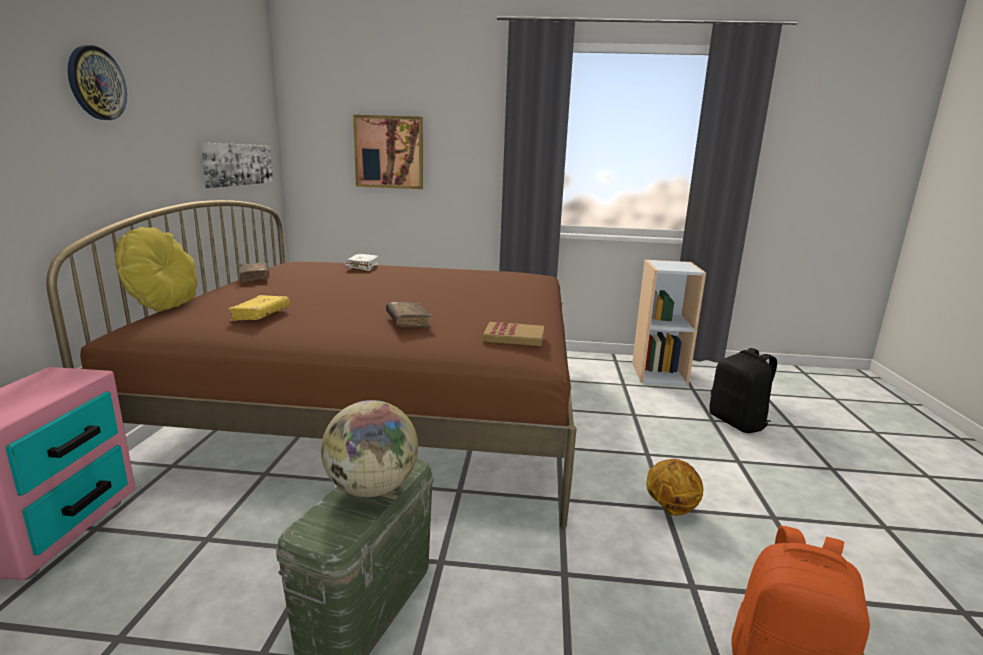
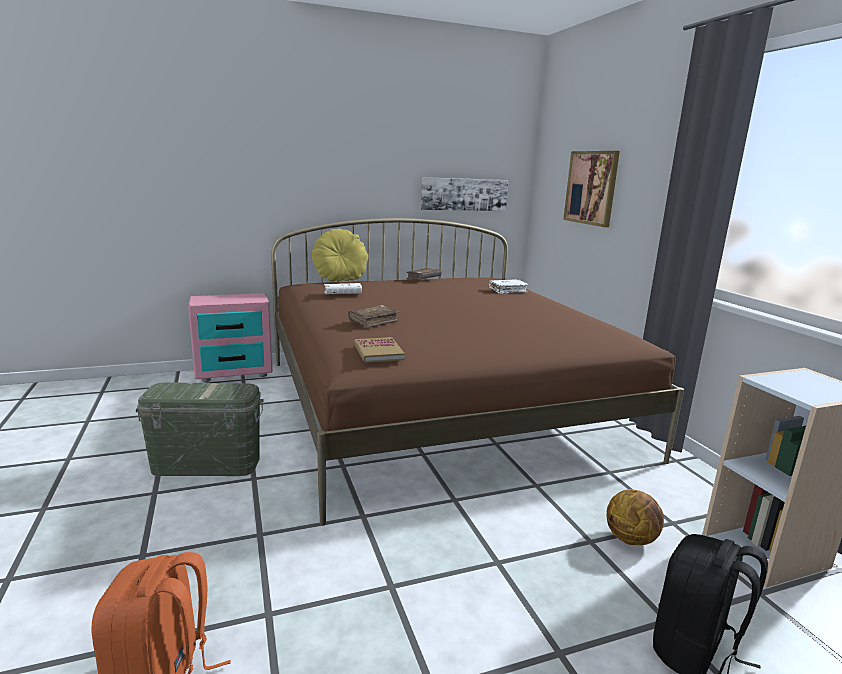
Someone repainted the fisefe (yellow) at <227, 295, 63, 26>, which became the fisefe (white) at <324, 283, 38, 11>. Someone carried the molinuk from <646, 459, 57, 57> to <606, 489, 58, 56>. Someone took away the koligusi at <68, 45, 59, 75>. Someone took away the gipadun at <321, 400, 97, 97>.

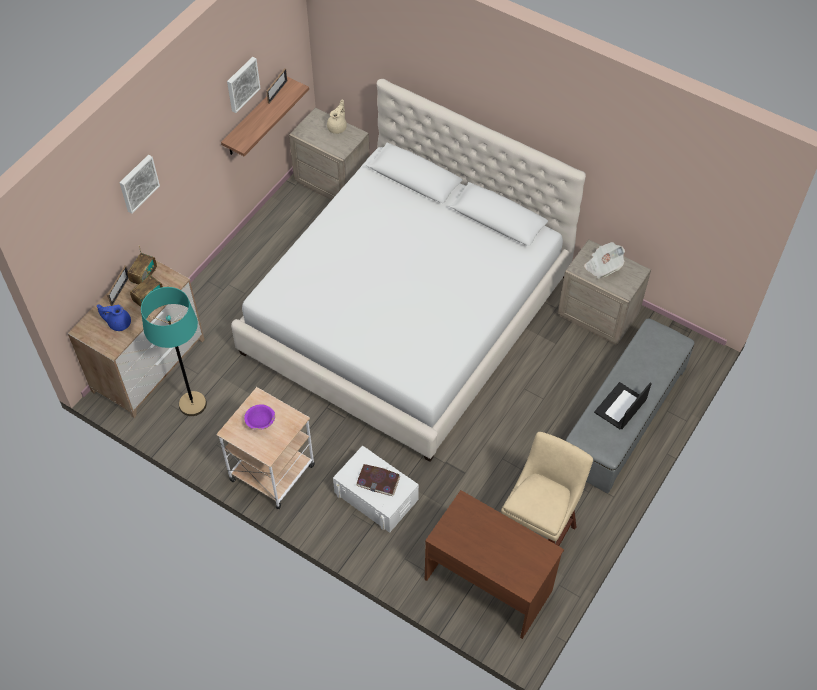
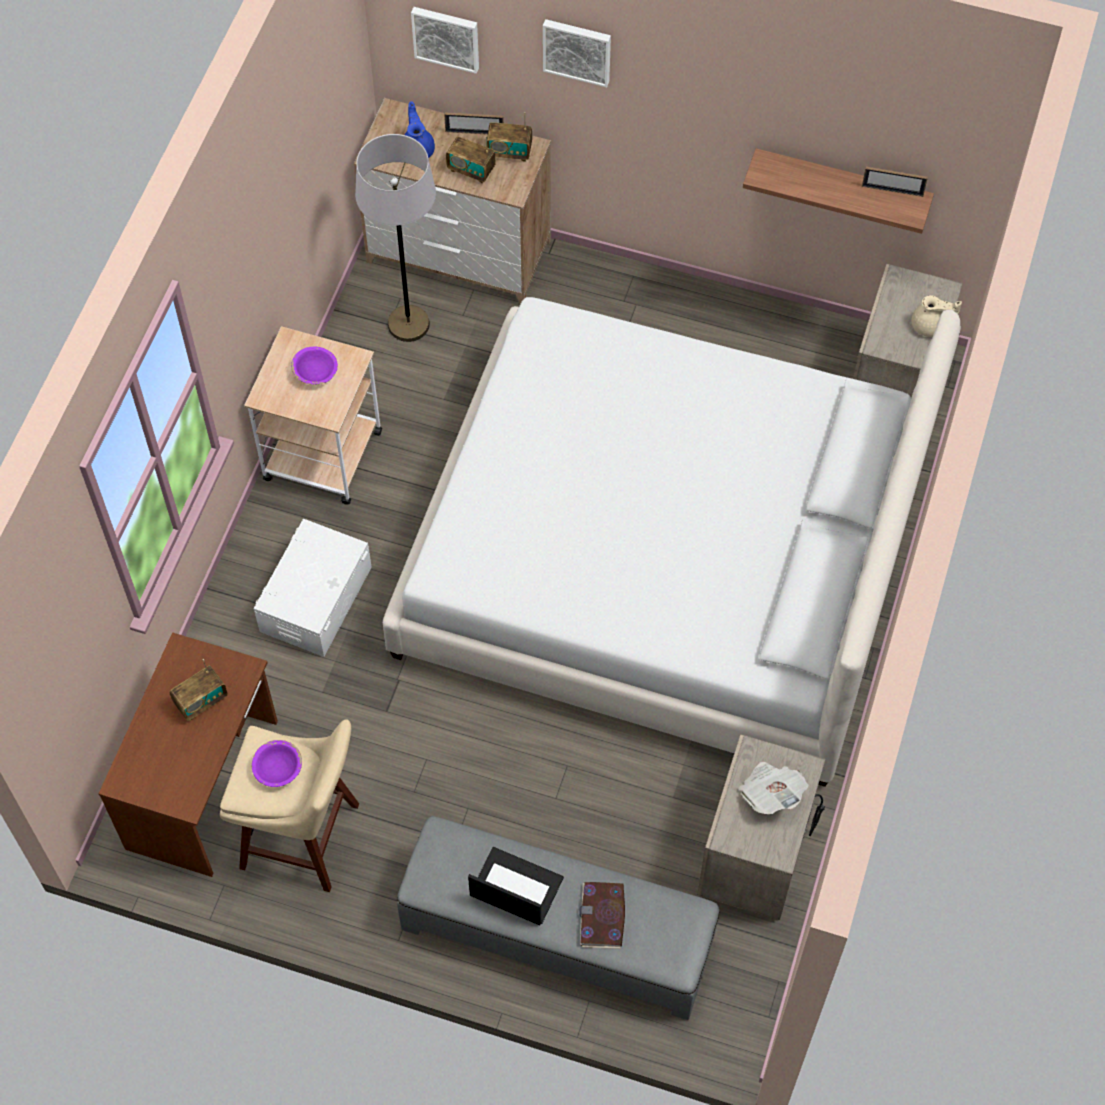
Someone put down the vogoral at <169, 659, 59, 62>. Someone put down the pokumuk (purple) at <252, 740, 50, 47>. Someone repainted the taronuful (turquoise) at <141, 287, 66, 129>, which became the taronuful (grey) at <355, 134, 81, 208>. Someone carried the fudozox from <227, 57, 34, 56> to <411, 7, 68, 67>. Someone carried the fisefe from <356, 464, 44, 32> to <579, 882, 46, 67>.

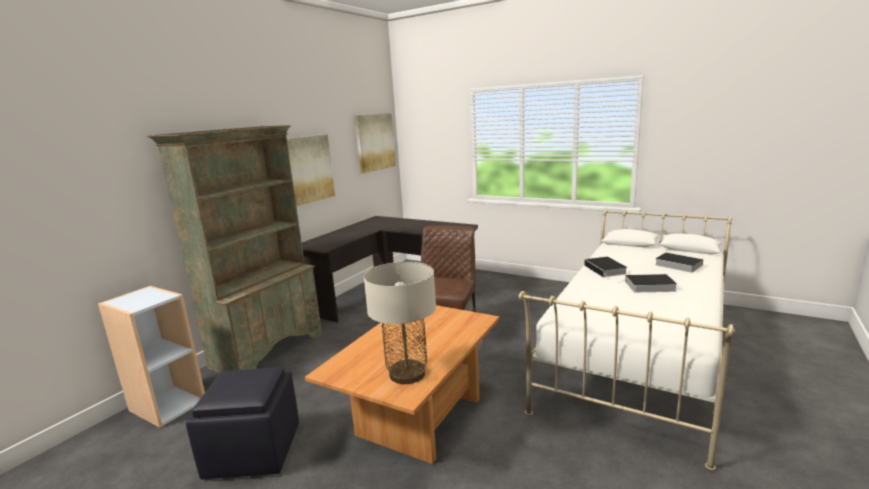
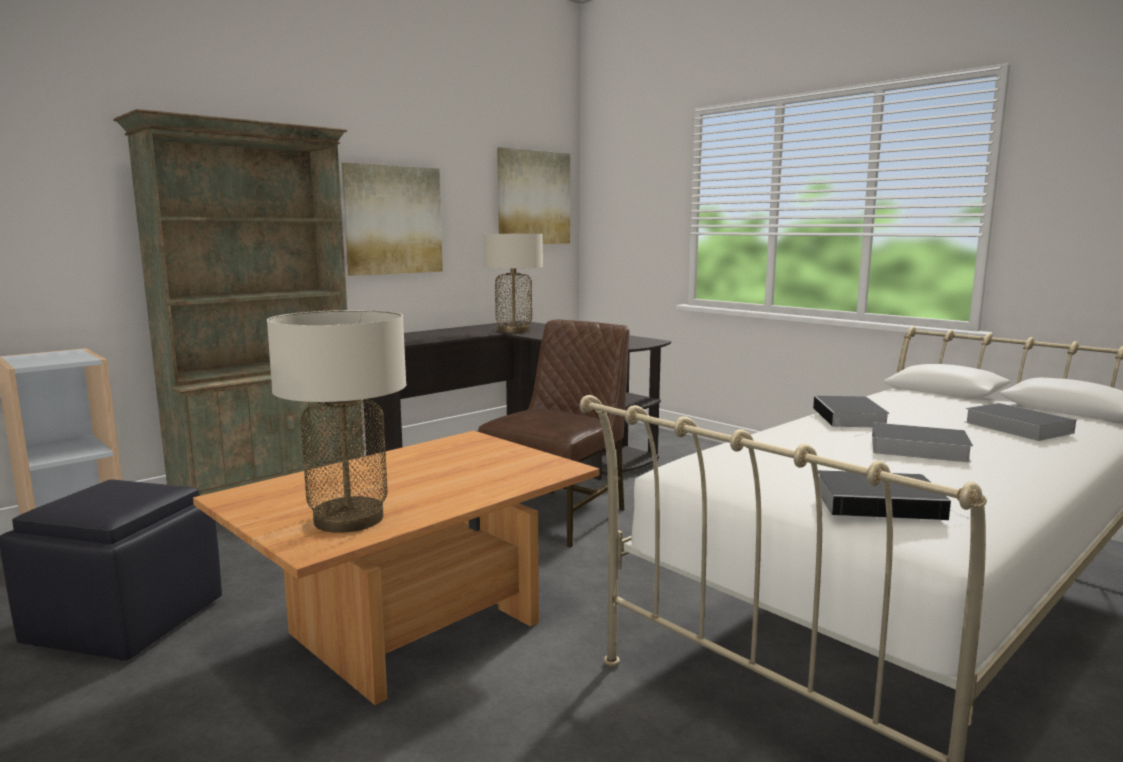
Someone put down the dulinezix at <483, 234, 60, 99>. Someone put down the fisefe at <818, 470, 151, 50>.

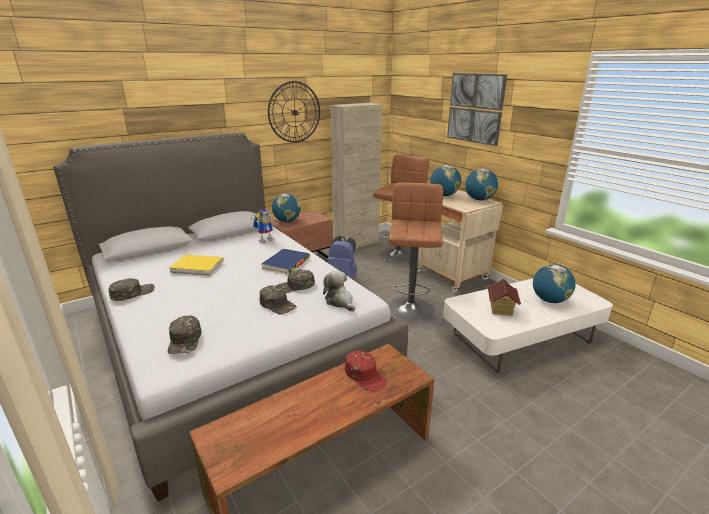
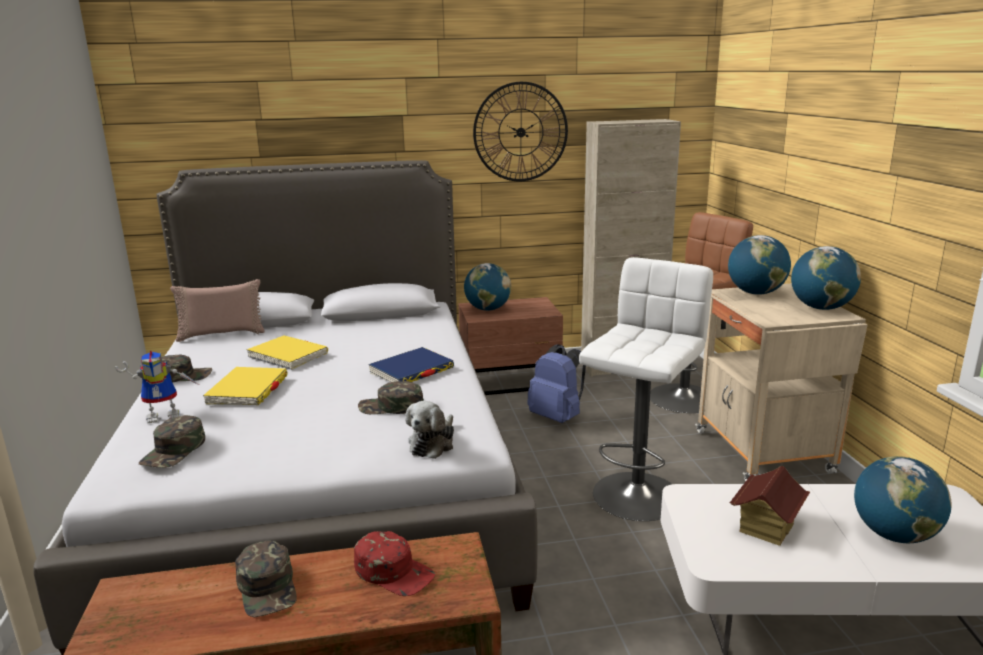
Someone carried the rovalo from <250, 209, 29, 34> to <115, 351, 86, 72>. Someone put down the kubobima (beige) at <170, 279, 95, 63>. Someone put down the fisefe (yellow) at <203, 367, 85, 38>. Someone carried the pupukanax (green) from <259, 285, 38, 30> to <235, 541, 62, 76>. Someone rotated the pupukanax (red) at <345, 350, 42, 41> by 45 degrees counterclockwise. Someone rotated the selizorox at <323, 271, 32, 41> by 150 degrees counterclockwise. Someone repainted the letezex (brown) at <388, 183, 55, 139>, which became the letezex (white) at <579, 257, 134, 264>. Someone took away the fudozox at <447, 73, 60, 73>.

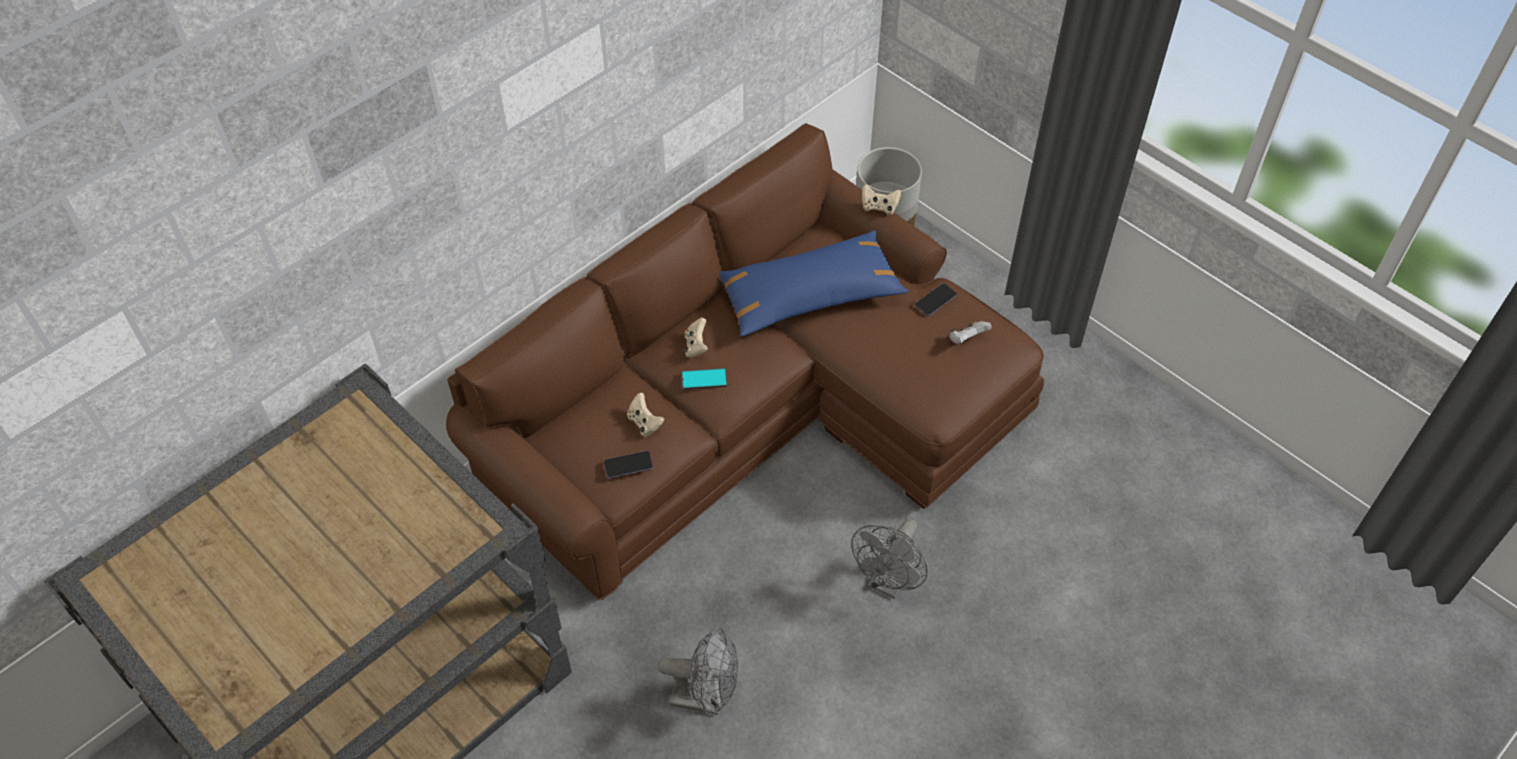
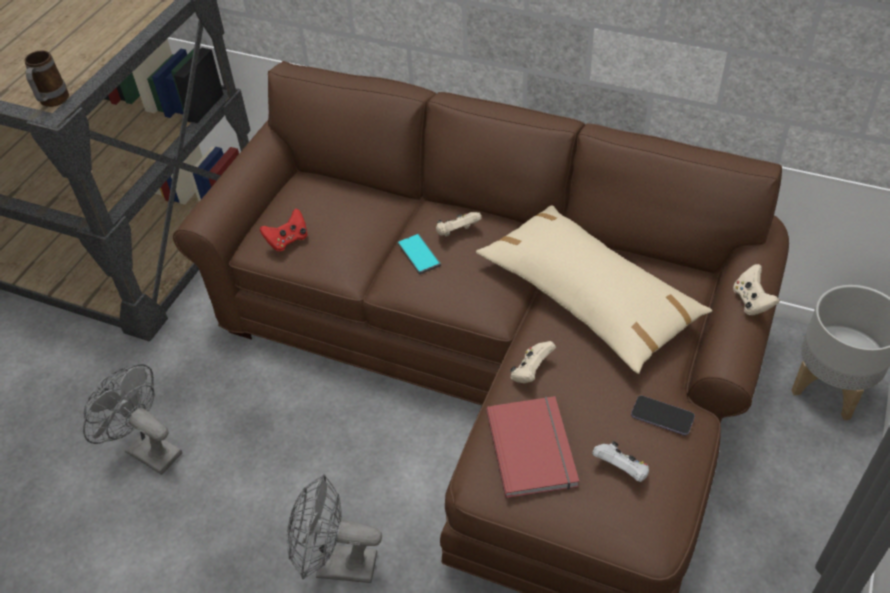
Someone put down the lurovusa at <24, 50, 45, 57>. Someone rotated the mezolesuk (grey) at <658, 627, 80, 90> by 135 degrees clockwise. Someone swapped the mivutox at <604, 451, 49, 28> for the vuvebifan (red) at <260, 208, 48, 43>. Someone repainted the kubobima (blue) at <720, 230, 189, 107>, which became the kubobima (beige) at <476, 206, 236, 168>. Someone put down the fisefe (red) at <486, 396, 93, 103>. Someone carried the vuvebifan (beige) from <627, 393, 37, 43> to <510, 341, 46, 42>.

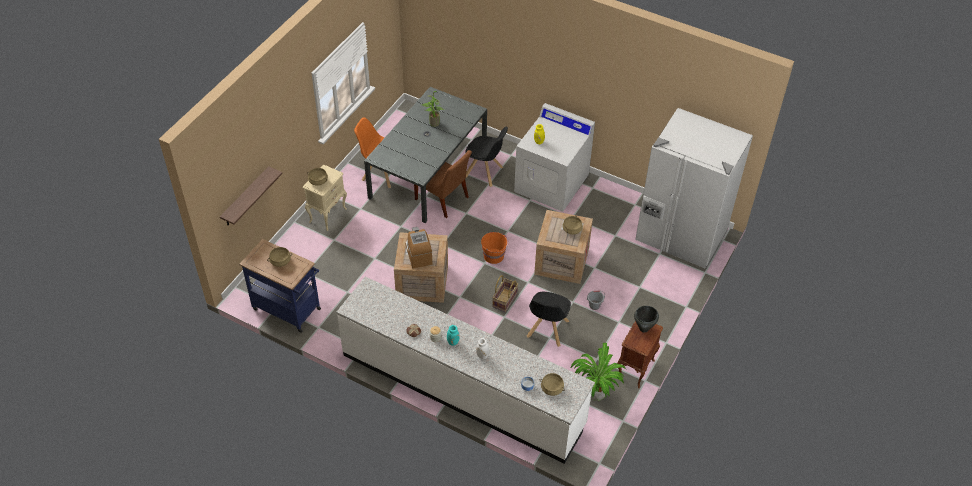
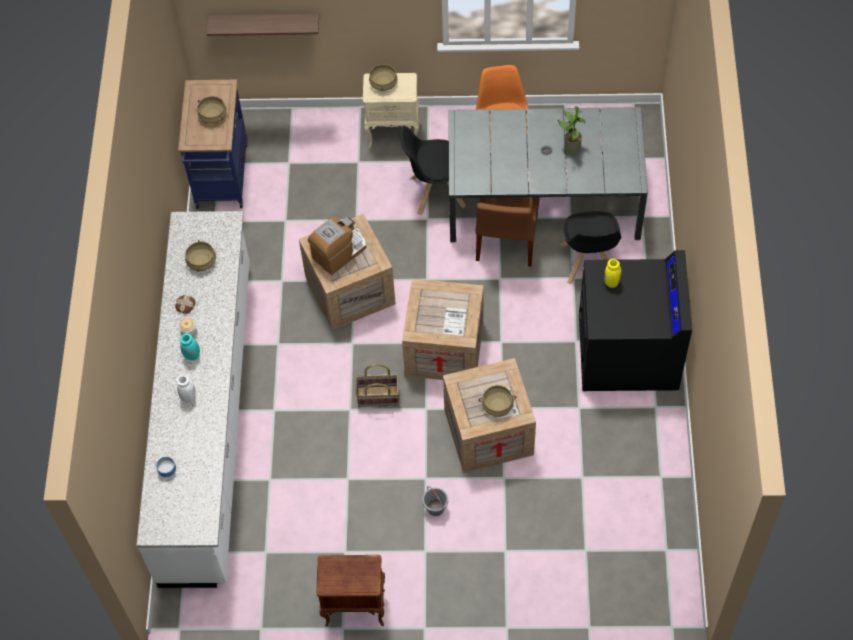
Someone carried the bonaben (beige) from <540, 373, 25, 23> to <185, 240, 31, 32>. Someone carried the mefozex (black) from <527, 292, 44, 55> to <400, 126, 66, 89>. Someone swapped the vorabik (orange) at <481, 232, 28, 32> for the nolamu at <402, 279, 82, 101>. Someone repainted the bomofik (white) at <514, 103, 81, 109>, which became the bomofik (black) at <579, 250, 113, 141>. Someone took away the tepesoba at <571, 343, 55, 58>. Someone took away the bonaben (black) at <634, 306, 25, 27>. Someone took away the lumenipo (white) at <635, 108, 118, 161>.

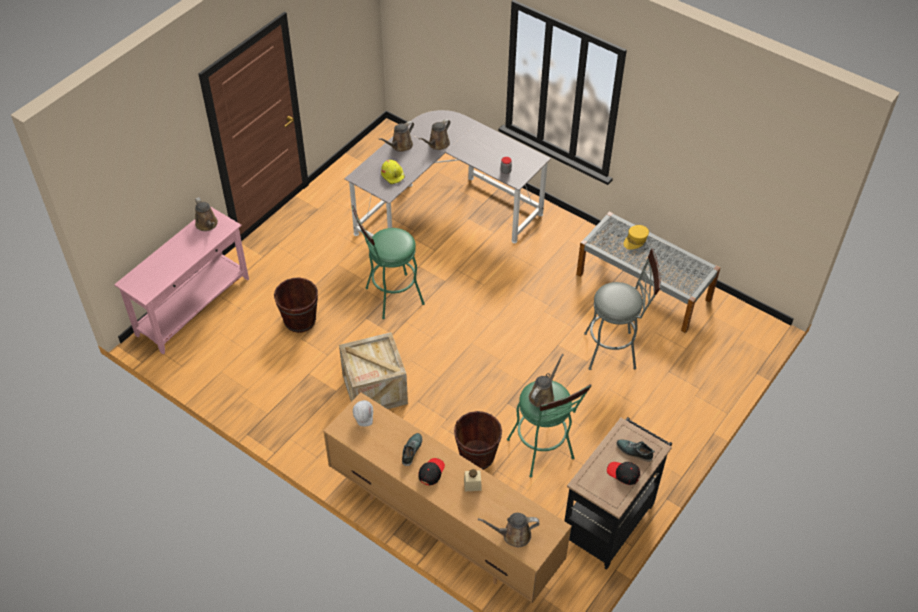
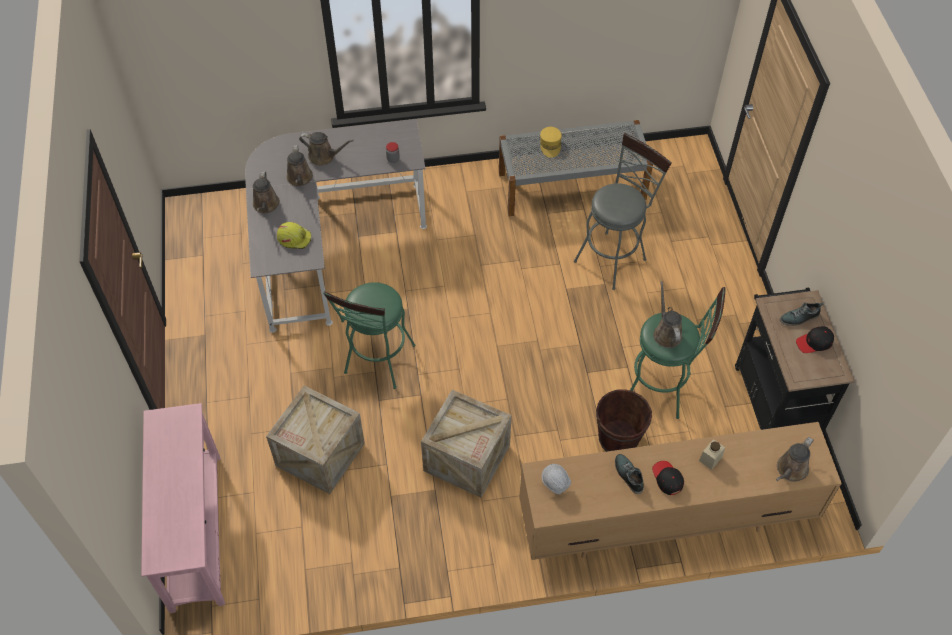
Someone swapped the vorabik (brown) at <274, 278, 44, 55> for the nolamu at <266, 386, 99, 108>. Someone carried the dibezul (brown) from <195, 197, 23, 34> to <299, 132, 55, 34>.

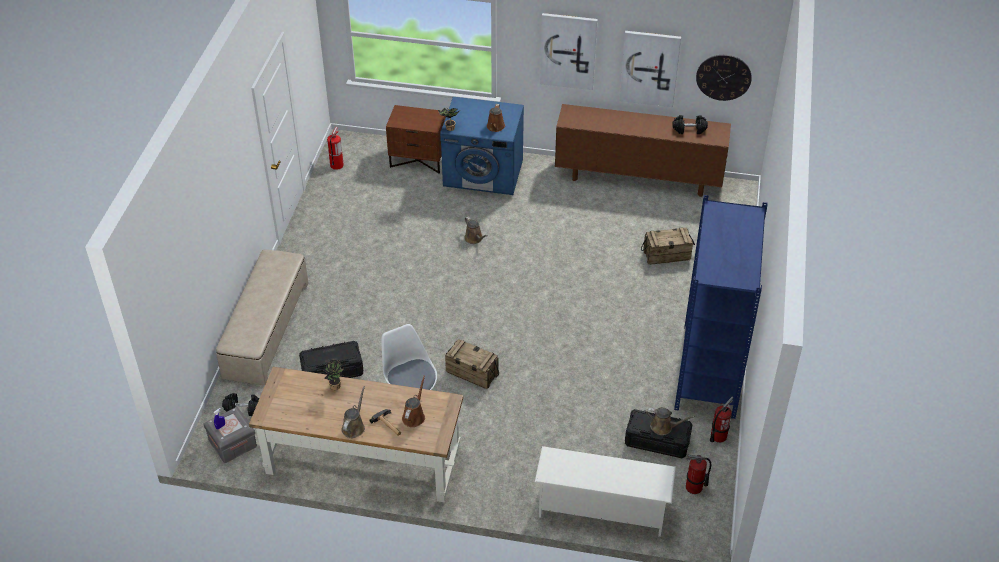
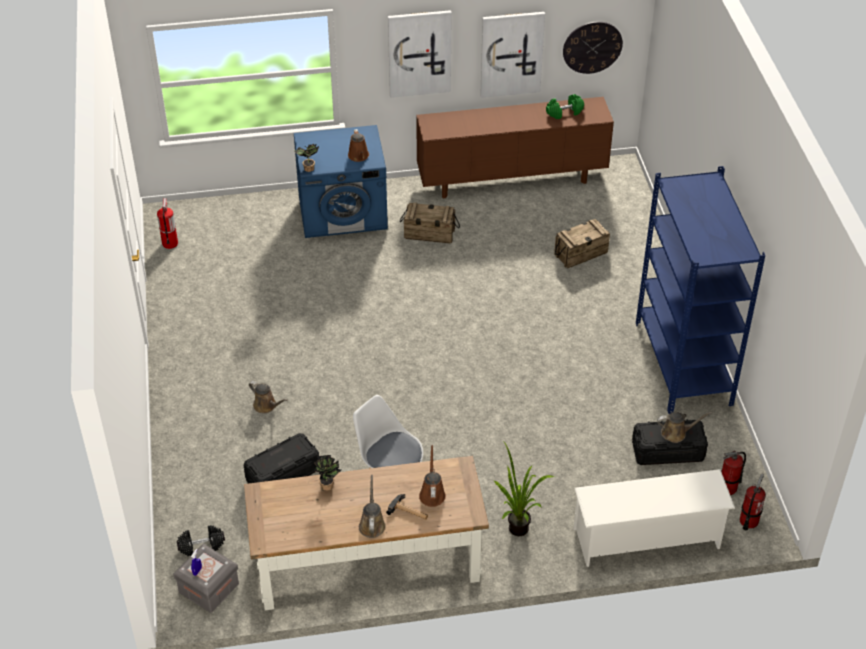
Someone carried the dibezul (brown) from <464, 217, 23, 27> to <249, 381, 39, 32>. Someone carried the nolamu from <445, 339, 54, 50> to <400, 202, 60, 41>. Someone put down the tepesoba at <494, 441, 61, 95>. Someone repainted the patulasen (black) at <673, 115, 35, 19>, which became the patulasen (green) at <546, 94, 38, 25>. Someone carried the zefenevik from <710, 397, 24, 46> to <740, 473, 26, 57>. Someone took away the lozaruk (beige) at <216, 249, 93, 137>. Someone took away the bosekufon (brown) at <386, 105, 60, 69>.

